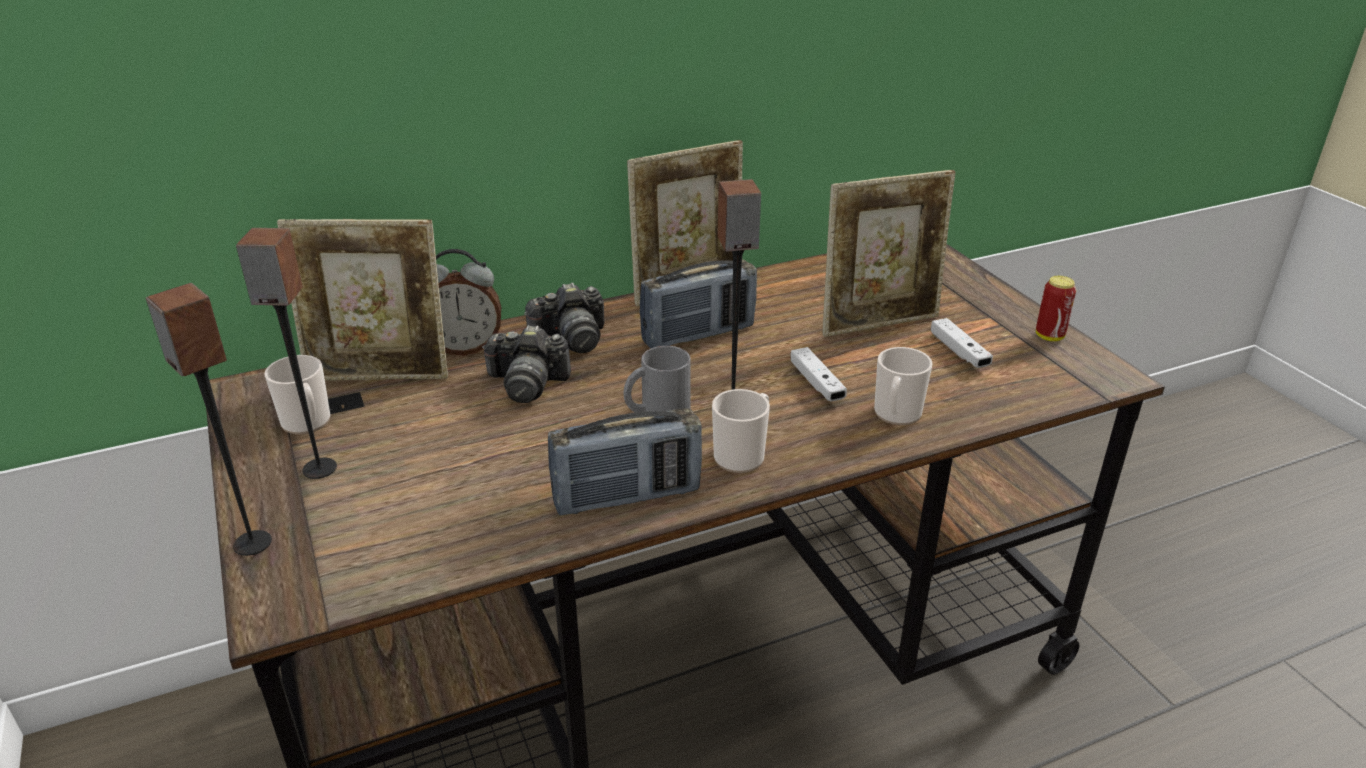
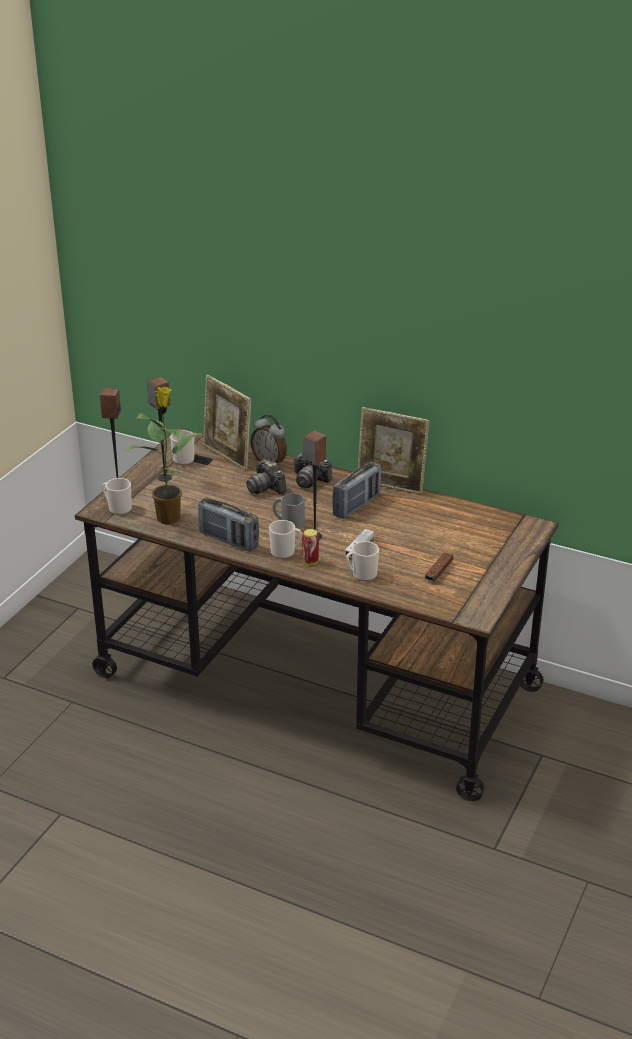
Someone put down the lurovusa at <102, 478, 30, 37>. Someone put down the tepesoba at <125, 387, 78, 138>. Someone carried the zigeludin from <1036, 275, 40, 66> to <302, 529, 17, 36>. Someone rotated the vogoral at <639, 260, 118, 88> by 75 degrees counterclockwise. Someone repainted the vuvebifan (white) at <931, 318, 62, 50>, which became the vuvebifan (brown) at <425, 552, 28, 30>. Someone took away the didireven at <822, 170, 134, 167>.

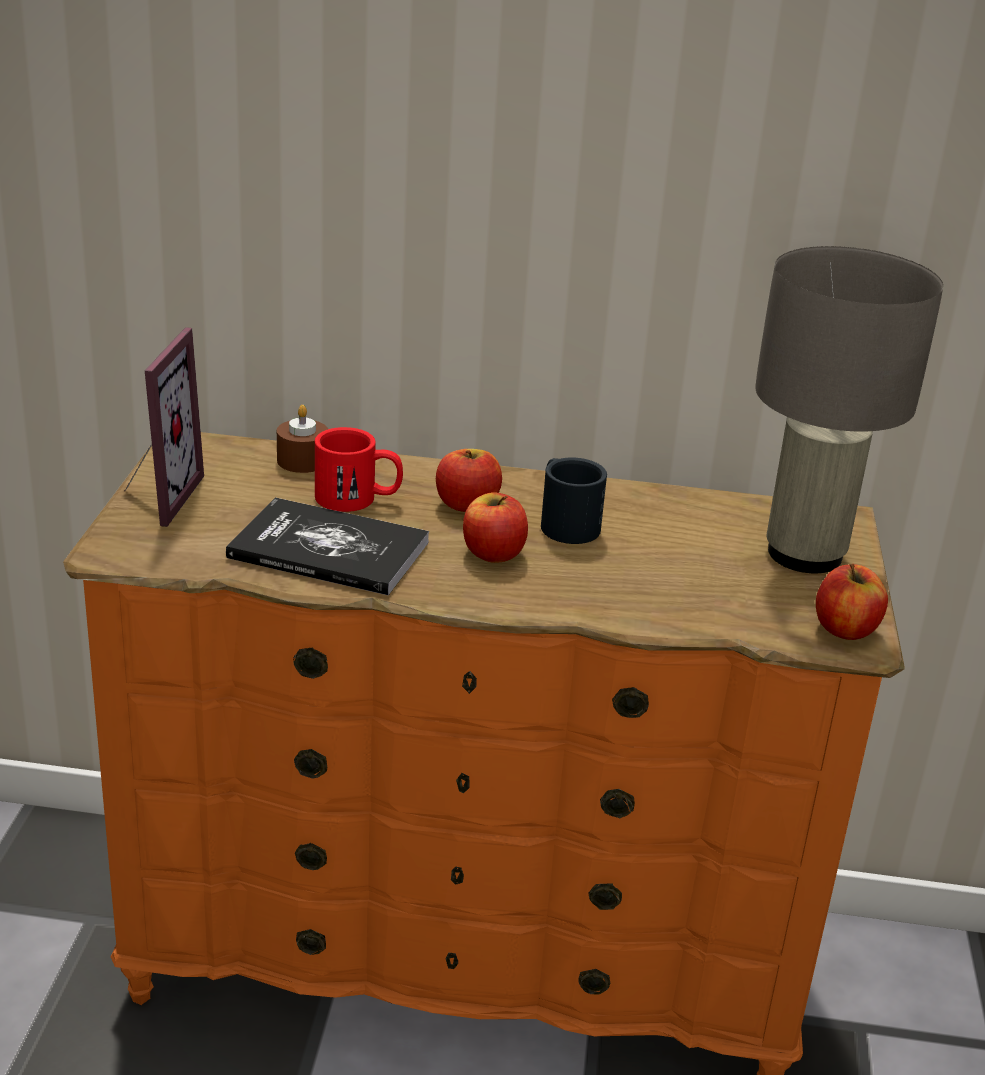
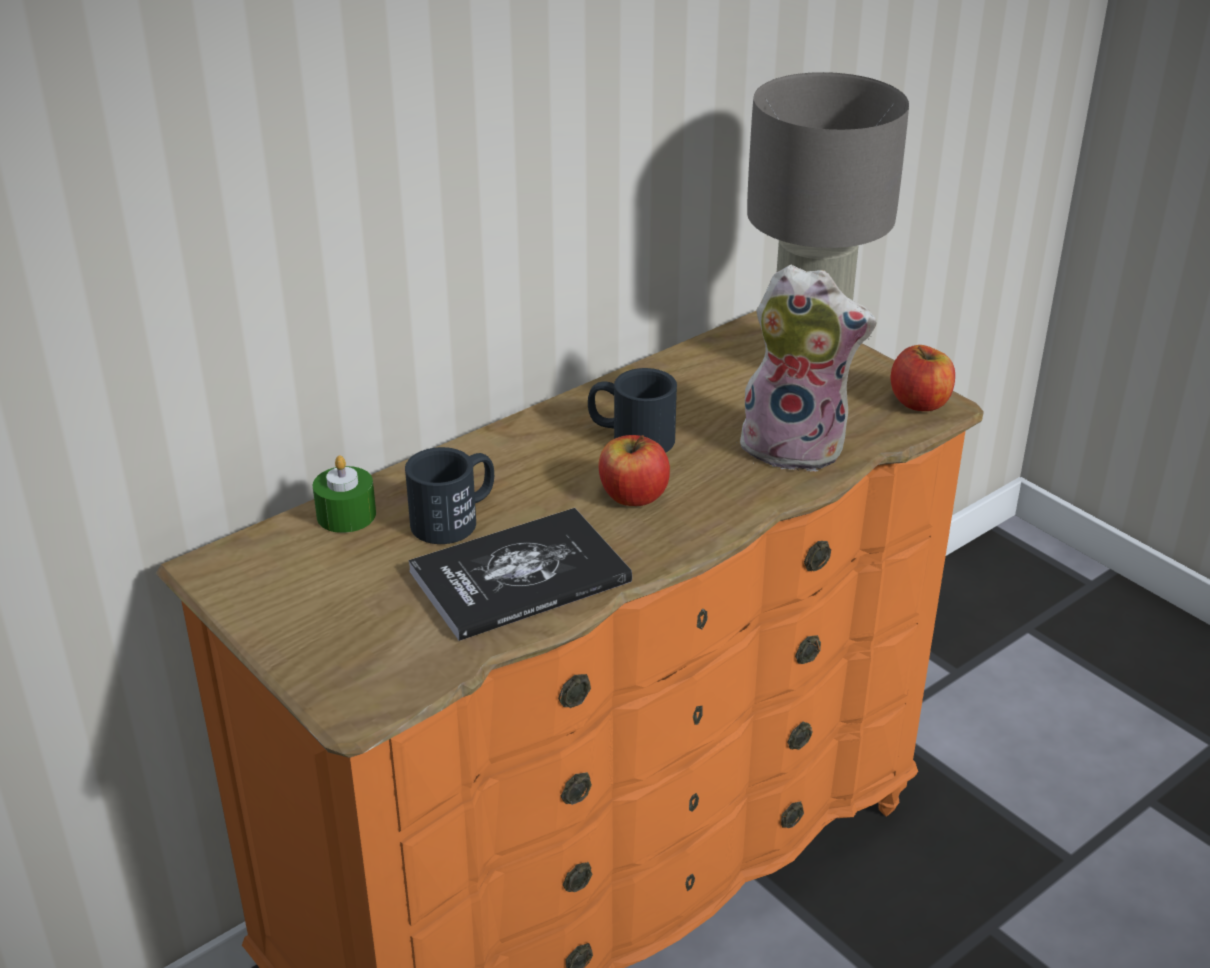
Someone repainted the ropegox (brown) at <277, 405, 51, 68>, which became the ropegox (green) at <313, 455, 63, 78>. Someone repainted the lurovusa (red) at <315, 427, 88, 85>, which became the lurovusa (black) at <405, 447, 89, 97>. Someone put down the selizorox at <736, 265, 140, 207>. Someone took away the didireven at <124, 327, 80, 200>. Someone took away the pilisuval at <436, 449, 66, 63>.

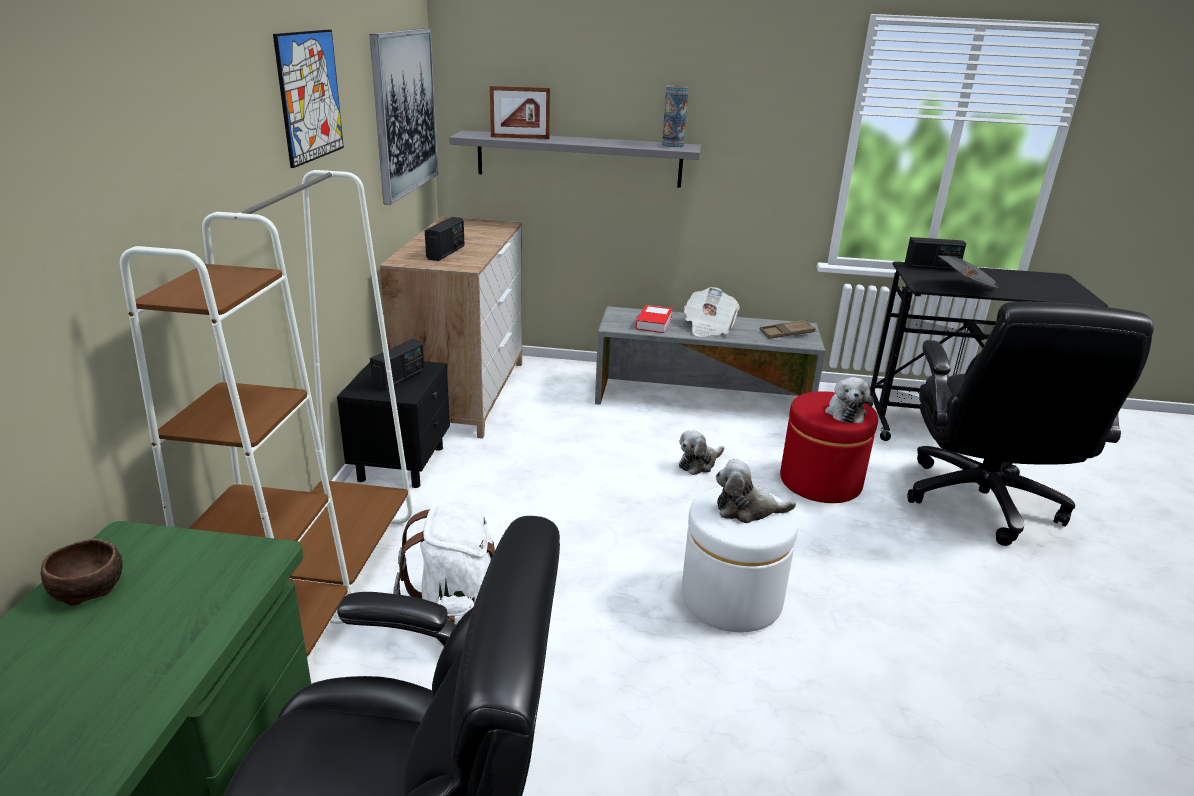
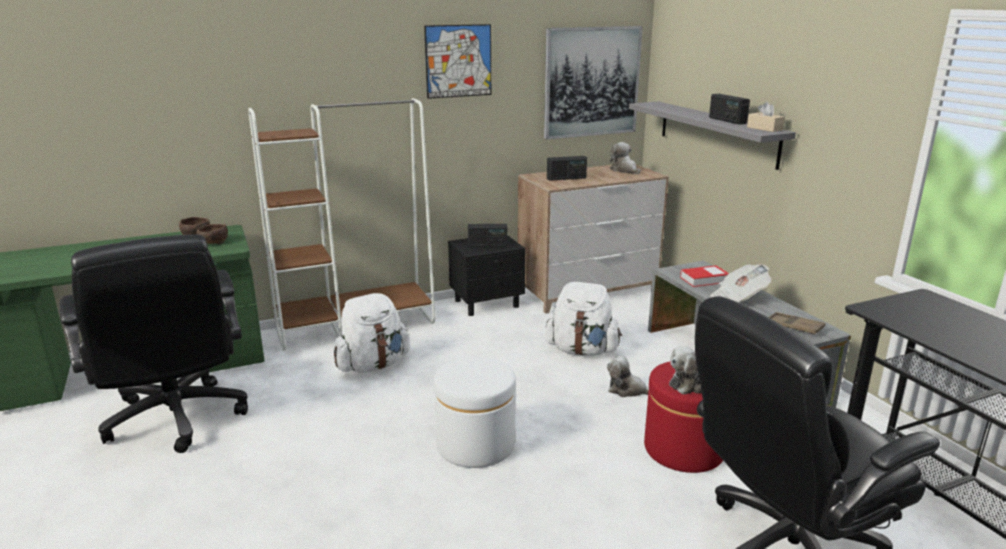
Someone put down the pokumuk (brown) at <197, 224, 31, 20>. Someone put down the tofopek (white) at <545, 282, 77, 74>. Someone carried the selizorox from <716, 459, 80, 64> to <610, 142, 31, 32>. Someone carried the vogoral from <904, 237, 62, 34> to <709, 94, 41, 31>. Someone swapped the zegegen at <662, 85, 27, 62> for the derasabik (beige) at <747, 102, 38, 30>. Someone took away the didireven at <490, 86, 60, 53>. Someone took away the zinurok at <938, 255, 60, 32>.

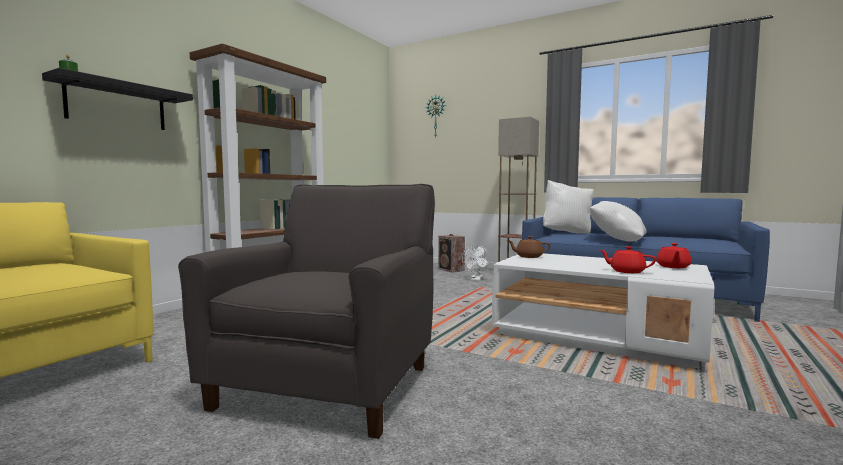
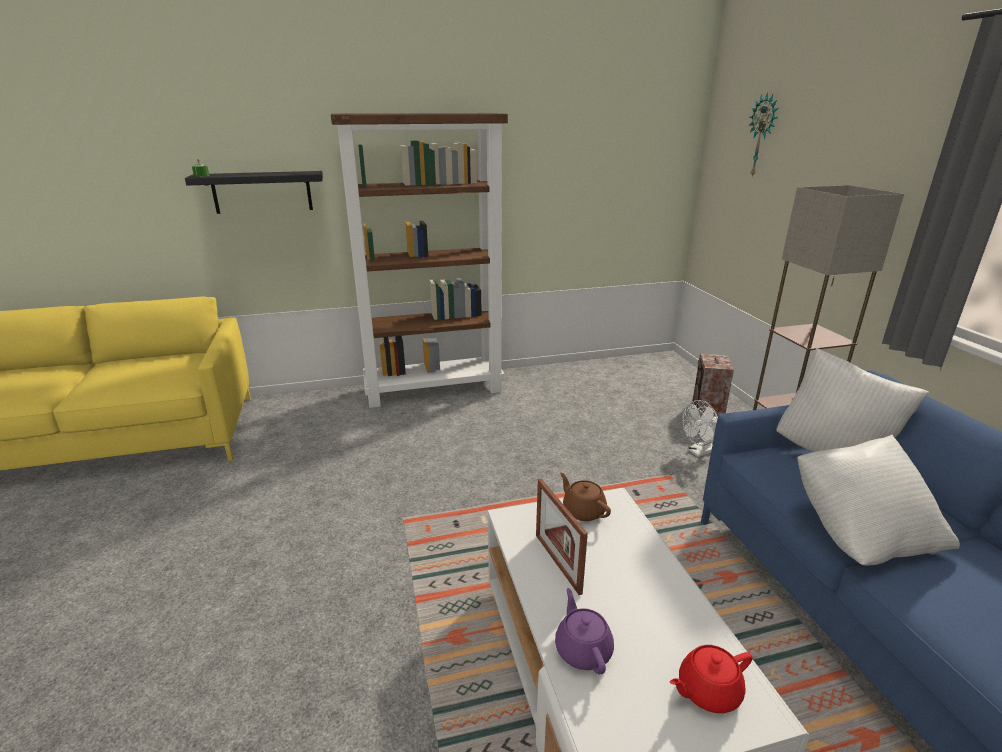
Someone put down the didireven at <536, 479, 52, 116>. Someone repainted the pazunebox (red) at <600, 246, 56, 27>, which became the pazunebox (purple) at <555, 588, 59, 86>. Someone took away the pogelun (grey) at <178, 184, 257, 255>.

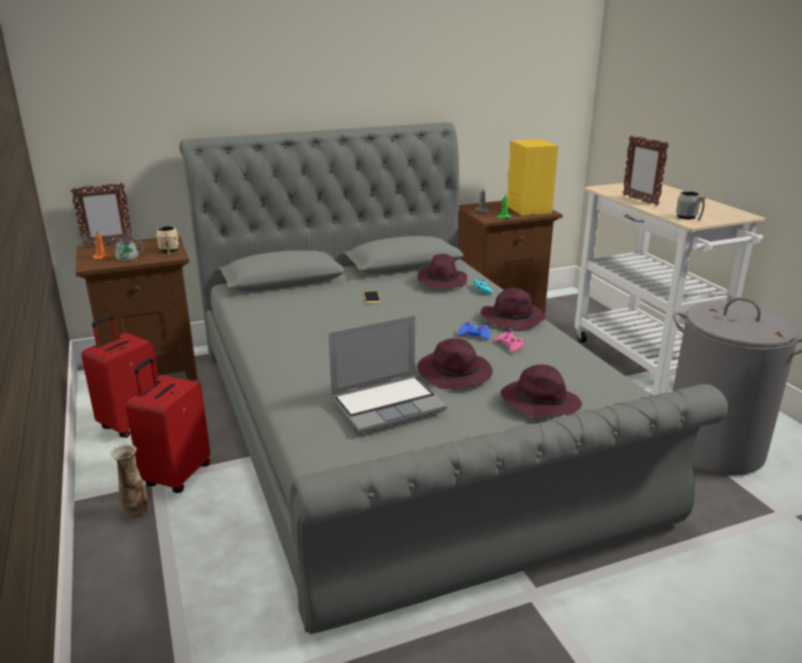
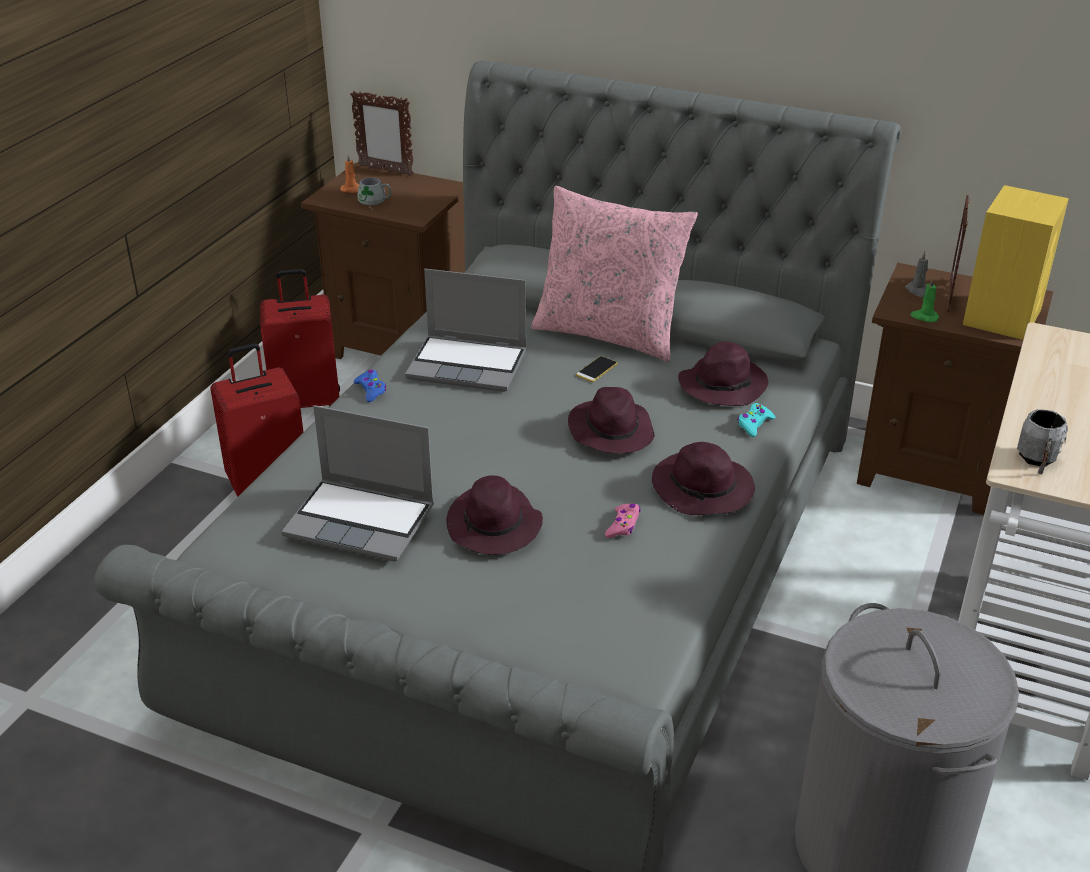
Someone carried the vuvebifan (blue) from <458, 322, 32, 18> to <353, 370, 33, 32>. Someone put down the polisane at <405, 269, 122, 123>. Someone put down the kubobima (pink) at <531, 186, 167, 176>. Someone carried the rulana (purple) from <500, 364, 82, 54> to <568, 387, 87, 66>. Someone carried the didireven from <623, 135, 46, 71> to <947, 195, 23, 117>. Someone took away the zegegen at <110, 443, 38, 75>. Someone took away the lurovusa (beige) at <157, 226, 22, 29>.

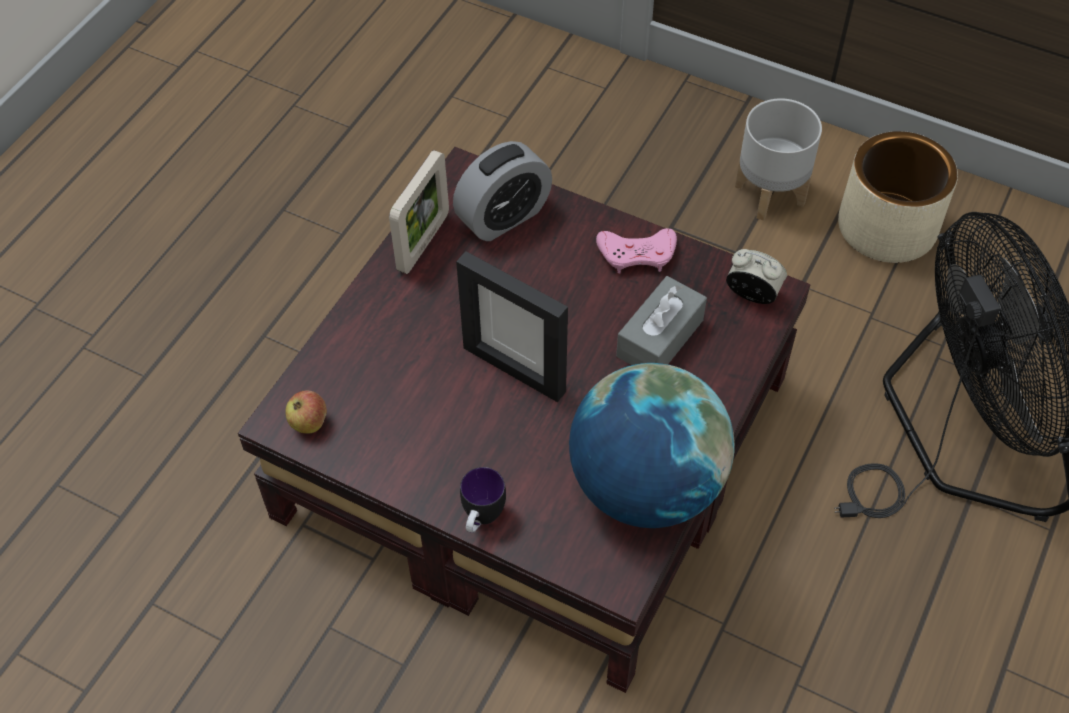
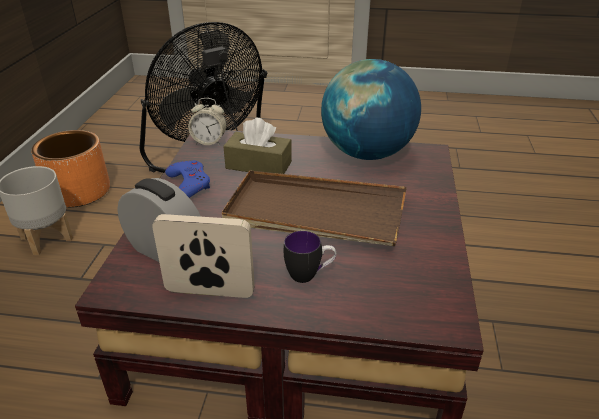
Someone repainted the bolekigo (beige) at <838, 131, 120, 132>, which became the bolekigo (orange) at <31, 130, 79, 78>. Someone repainted the vuvebifan (pink) at <596, 228, 81, 45>, which became the vuvebifan (blue) at <165, 160, 45, 38>. Someone rotated the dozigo at <726, 249, 61, 55> by 90 degrees counterclockwise. Someone swapped the didireven at <456, 251, 112, 151> for the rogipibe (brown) at <222, 170, 184, 76>. Someone repainted the derasabik (grey) at <616, 276, 91, 89>, which became the derasabik (brown) at <223, 118, 69, 56>. Someone carried the lurovusa from <460, 467, 46, 66> to <284, 231, 52, 52>. Someone took away the pilisuval at <286, 390, 41, 44>.

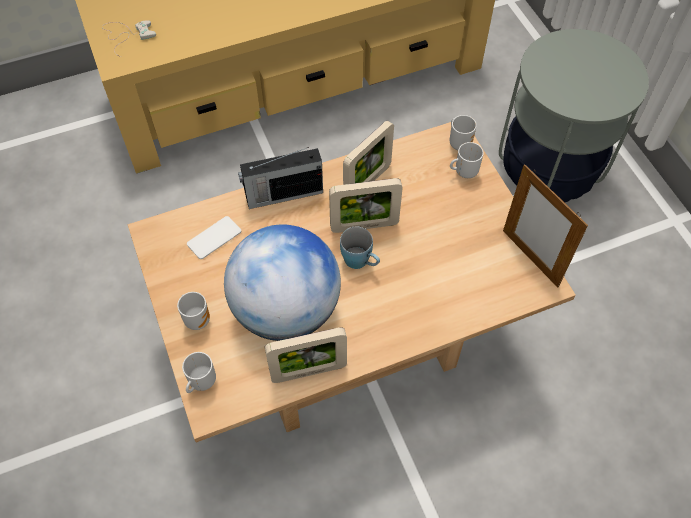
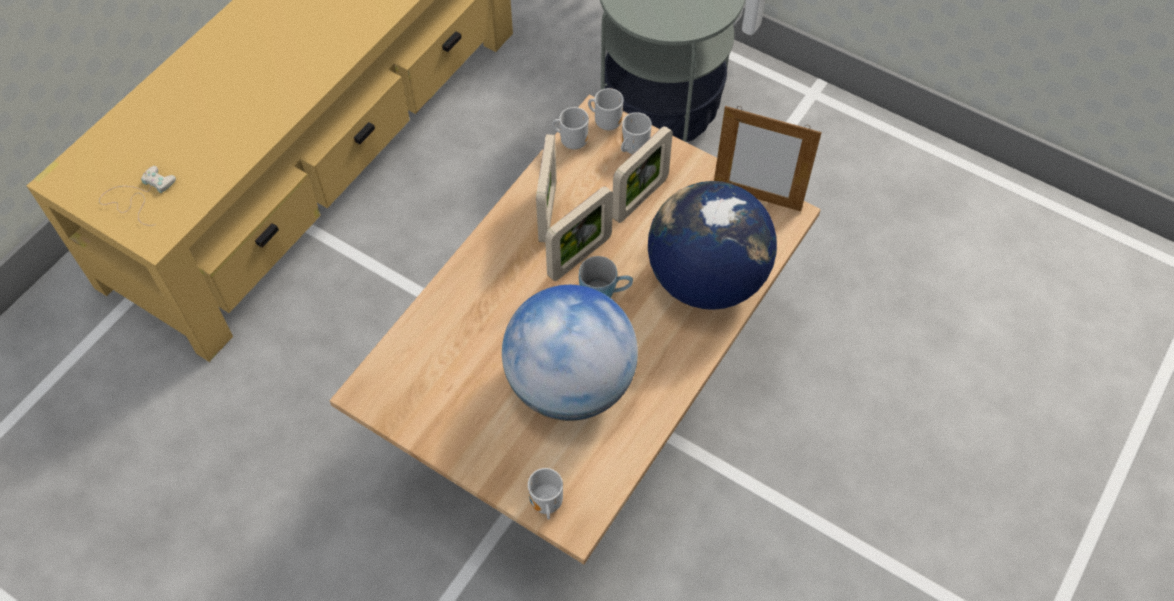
Someone carried the lurovusa from <177, 292, 33, 38> to <552, 107, 37, 42>. Someone carried the didireven from <265, 327, 82, 56> to <612, 126, 61, 97>. Someone put down the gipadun at <648, 181, 129, 129>. Someone took away the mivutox at <187, 216, 54, 43>. Someone took away the vogoral at <238, 147, 85, 62>.

